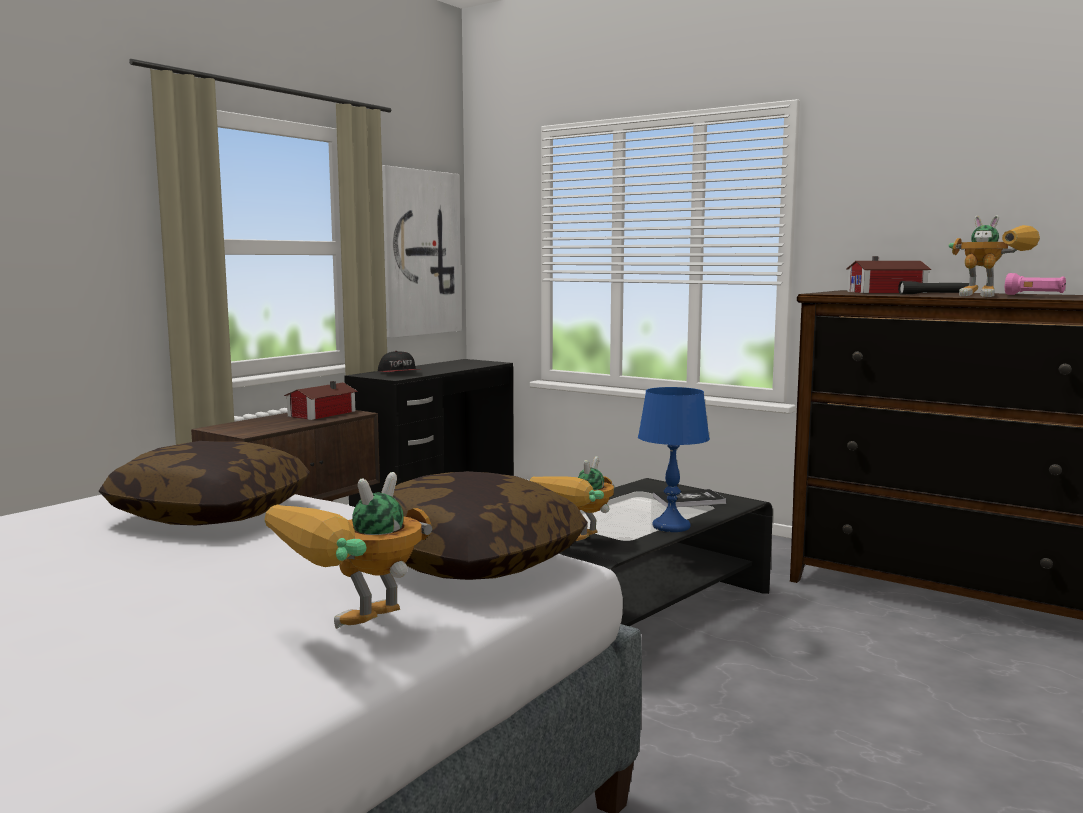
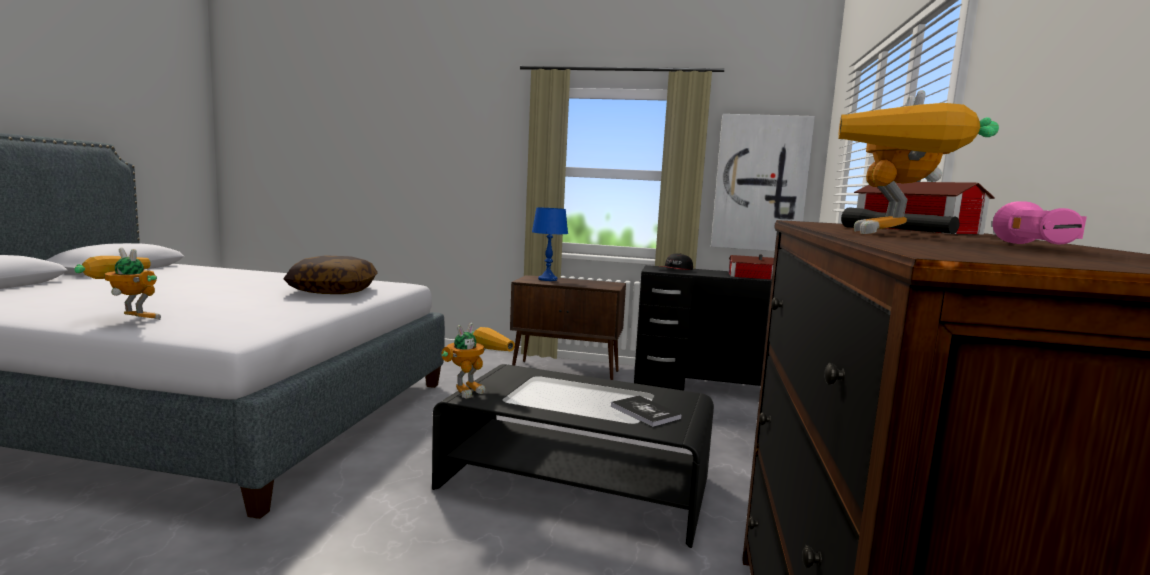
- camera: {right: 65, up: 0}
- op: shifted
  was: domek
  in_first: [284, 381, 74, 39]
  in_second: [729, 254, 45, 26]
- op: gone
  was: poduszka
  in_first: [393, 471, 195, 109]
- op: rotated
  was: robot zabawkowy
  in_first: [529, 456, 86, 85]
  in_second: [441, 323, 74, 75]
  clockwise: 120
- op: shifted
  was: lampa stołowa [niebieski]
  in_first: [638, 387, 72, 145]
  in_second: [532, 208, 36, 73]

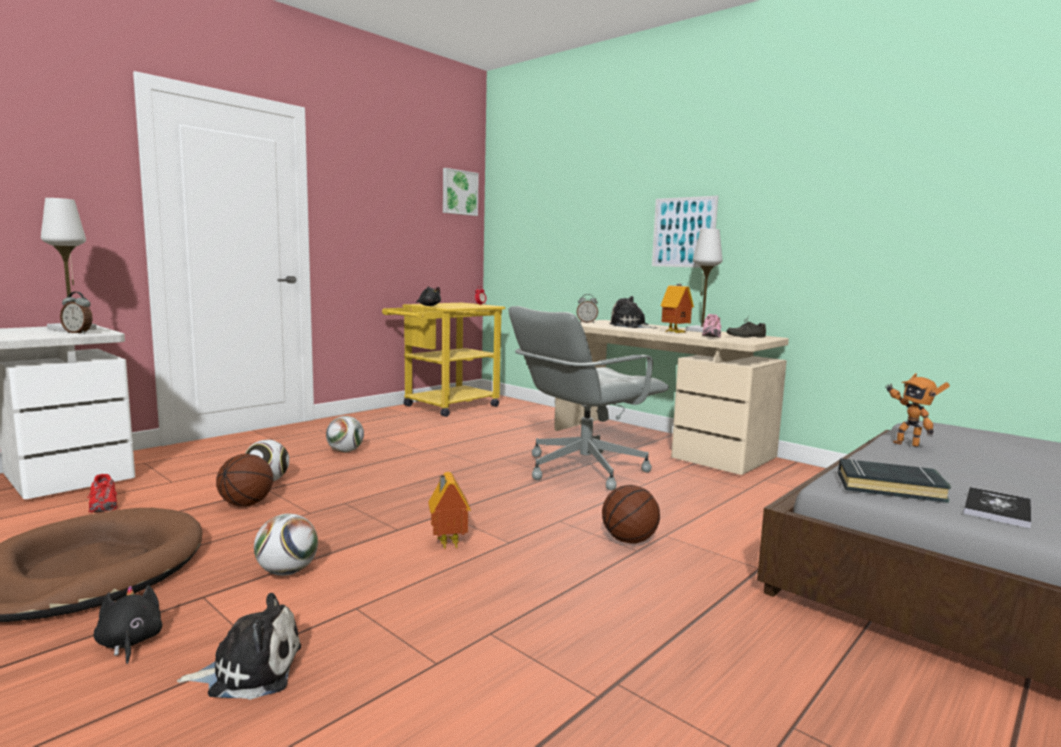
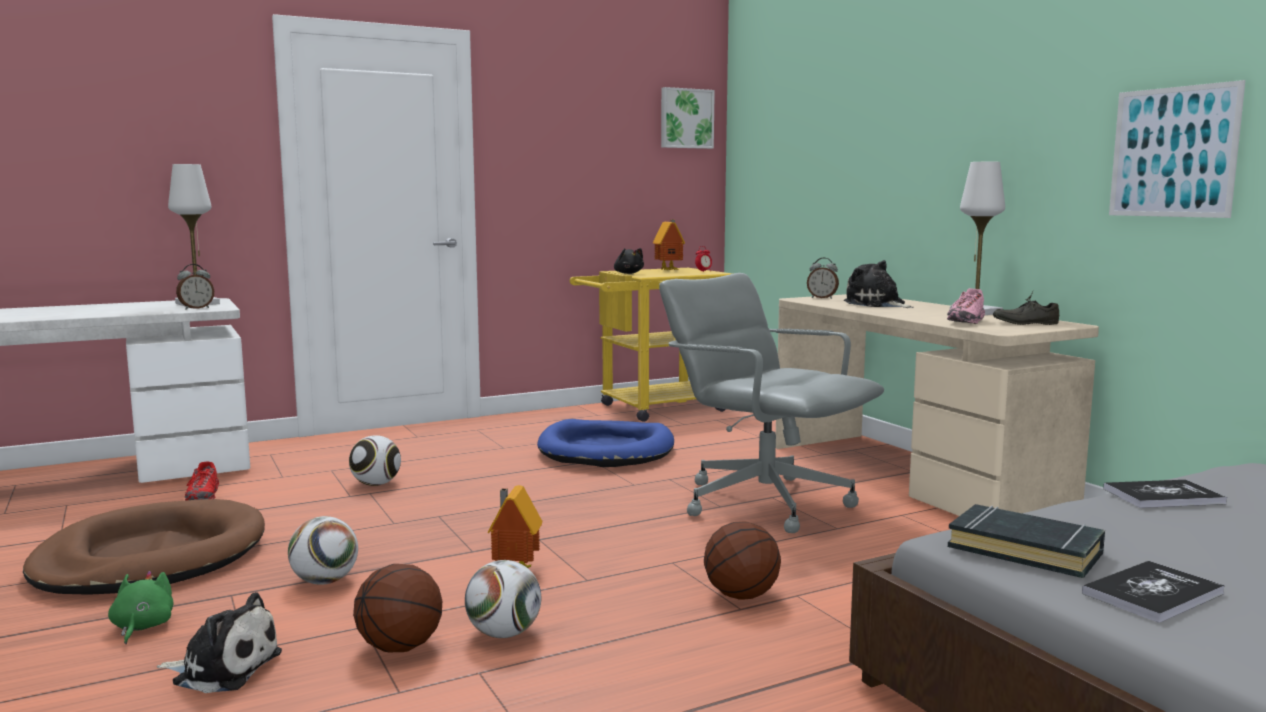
- camera: {right: 20, up: 0}
- op: rotated
  was: budzik
  in_first: [60, 292, 33, 42]
  in_second: [176, 264, 38, 46]
  clockwise: -75
- op: repainted
  was: pluszak [czarny]
  now: pluszak [zielony]
  in_first: [94, 585, 68, 79]
  in_second: [108, 571, 65, 73]
- op: shifted
  was: piłka do koszykówki
  in_first: [216, 454, 57, 52]
  in_second: [353, 564, 89, 88]
- op: shifted
  was: piłka futbolowa
  in_first: [326, 416, 38, 37]
  in_second: [465, 560, 76, 78]
- op: rotated
  was: krzesło biurowe [szary]
  in_first: [509, 306, 160, 184]
  in_second: [659, 273, 225, 260]
  clockwise: 60
- op: shifted
  was: obraz
  in_first: [652, 196, 66, 72]
  in_second: [1109, 80, 137, 138]
- op: shifted
  was: domek
  in_first: [660, 284, 34, 49]
  in_second: [653, 220, 32, 50]
- op: swapped
  was: robot zabawkowy
  now: książka
  in_first: [885, 373, 65, 74]
  in_second: [1103, 480, 124, 28]
- op: new
  now: legowisko [niebieski]
  in_second: [537, 419, 137, 48]

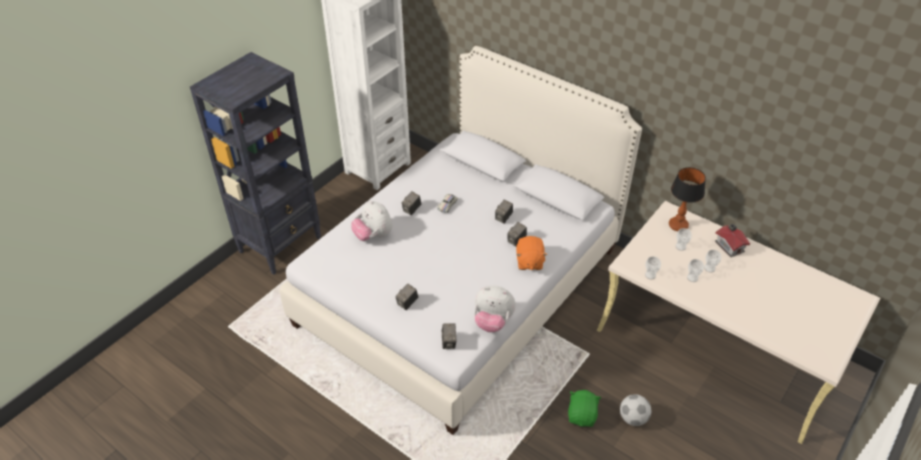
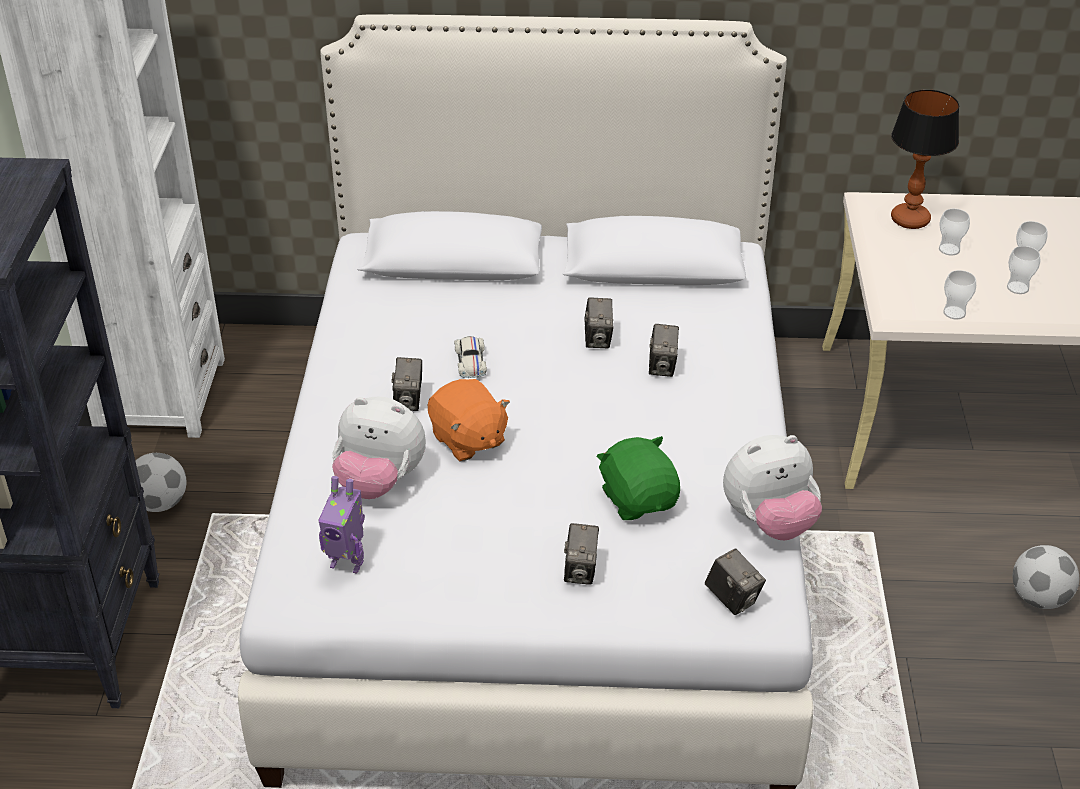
- camera: {right: -35, up: -5}
- op: shifted
  was: pluszak [pomarańczowy]
  in_first: [516, 236, 31, 34]
  in_second: [428, 379, 82, 82]
- op: shifted
  was: pluszak [zielony]
  in_first: [568, 390, 33, 37]
  in_second: [596, 436, 84, 84]
- op: gone
  was: domek
  in_first: [715, 224, 35, 33]
- op: new
  now: piłka futbolowa
  in_second: [135, 453, 51, 59]
- op: new
  now: robot zabawkowy
  in_second: [318, 476, 47, 98]

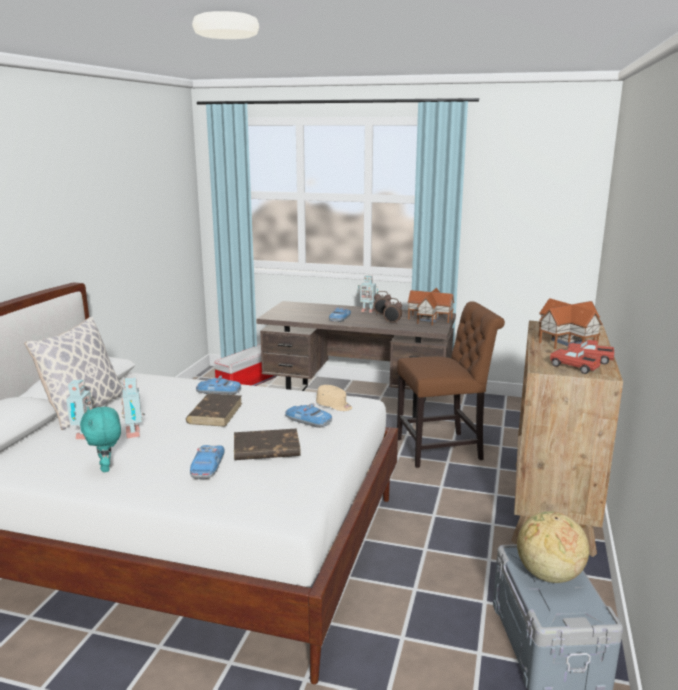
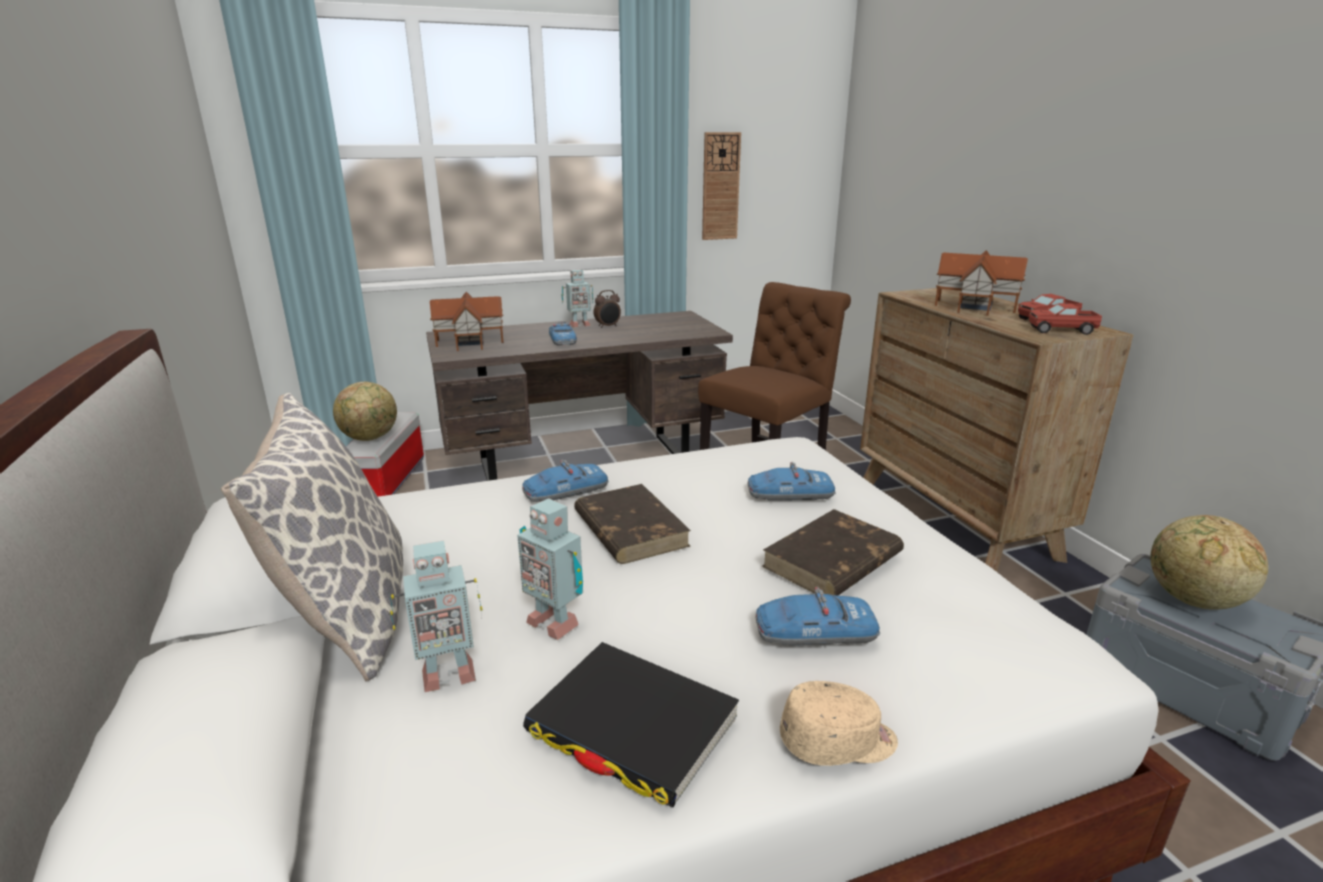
- camera: {right: -35, up: 5}
- op: rotated
  was: robot zabawkowy
  in_first: [66, 380, 27, 59]
  in_second: [389, 540, 94, 152]
  clockwise: 105
- op: swapped
  was: pluszak [turkusowy]
  now: książka [czarny]
  in_first: [80, 407, 41, 65]
  in_second: [523, 642, 216, 166]
- op: rotated
  was: samochodzik
  in_first: [190, 445, 35, 35]
  in_second: [755, 586, 125, 60]
  clockwise: 120
- op: shifted
  was: czapka z daszkiem [beżowy]
  in_first: [316, 385, 36, 26]
  in_second: [780, 681, 118, 85]
- op: gone
  was: budzik
  in_first: [383, 298, 19, 25]
- op: shifted
  was: domek
  in_first: [407, 288, 47, 38]
  in_second: [430, 292, 74, 59]
- op: new
  now: globus
  in_second: [333, 382, 64, 59]
- op: new
  now: zegar ścienny
  in_second: [702, 132, 39, 108]

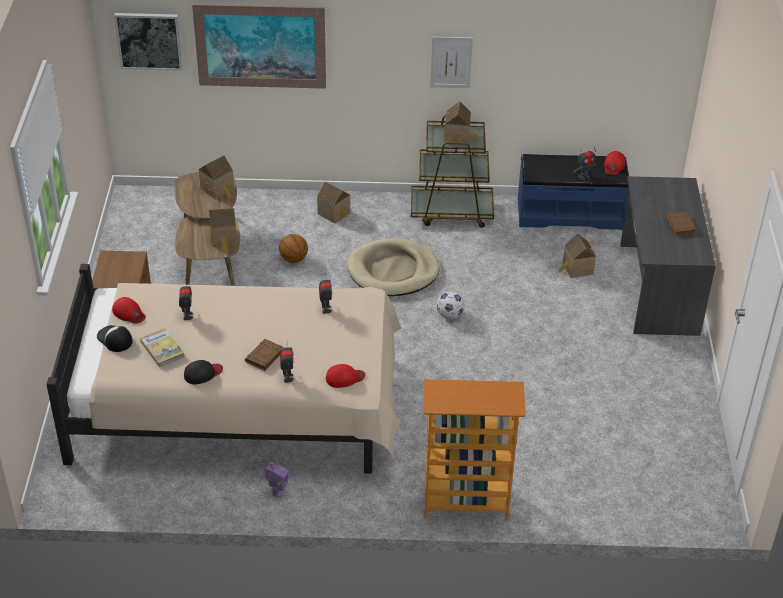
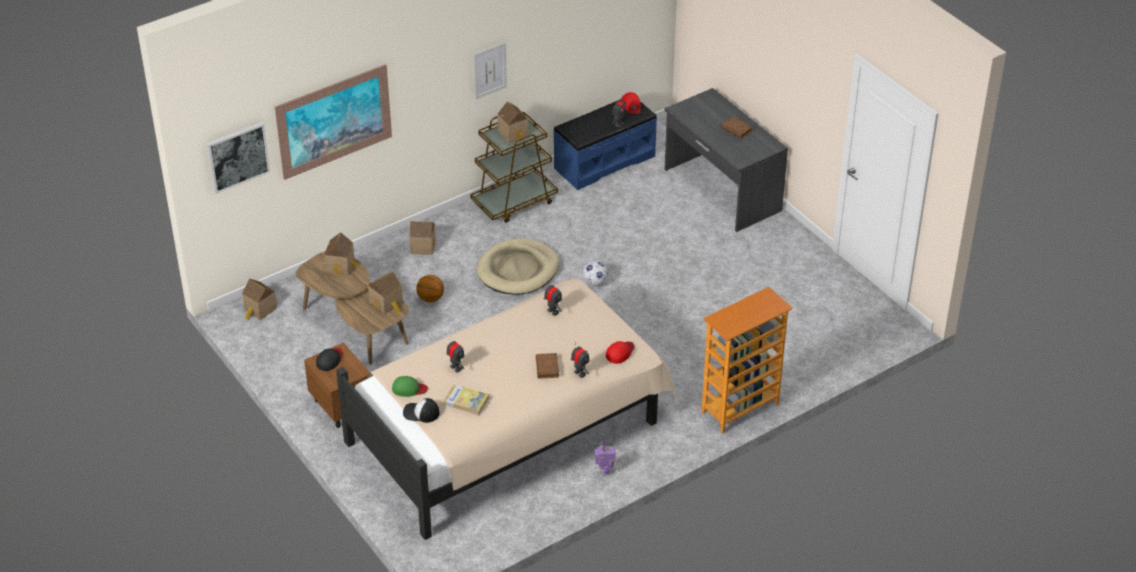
- camera: {right: -35, up: 0}
- op: repainted
  was: czapka z daszkiem [czerwony]
  now: czapka z daszkiem [zielony]
  in_first: [112, 297, 34, 27]
  in_second: [392, 376, 36, 21]
- op: shifted
  was: czapka z daszkiem [czarny]
  in_first: [184, 360, 39, 24]
  in_second: [316, 348, 27, 23]
- op: shifted
  was: domek
  in_first: [558, 234, 38, 44]
  in_second: [242, 279, 35, 41]

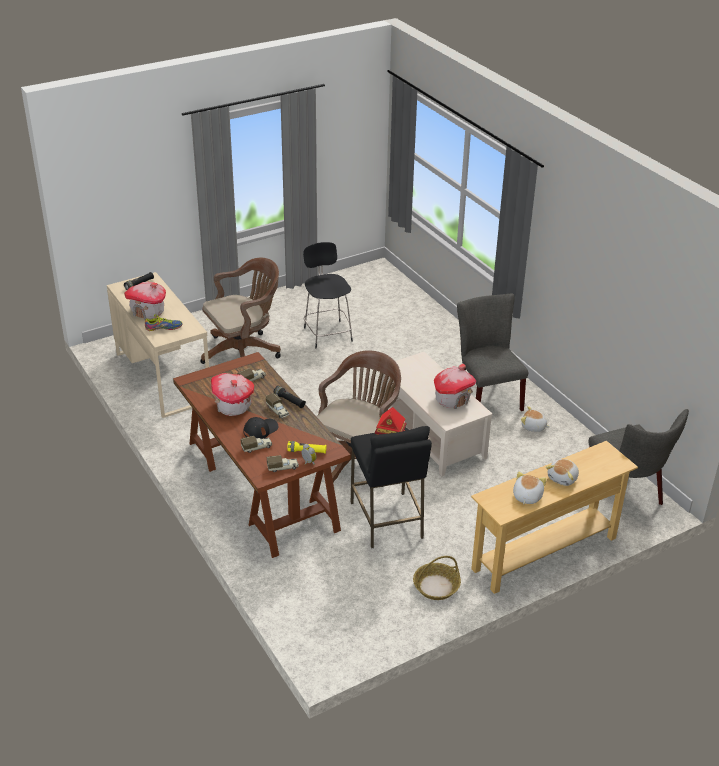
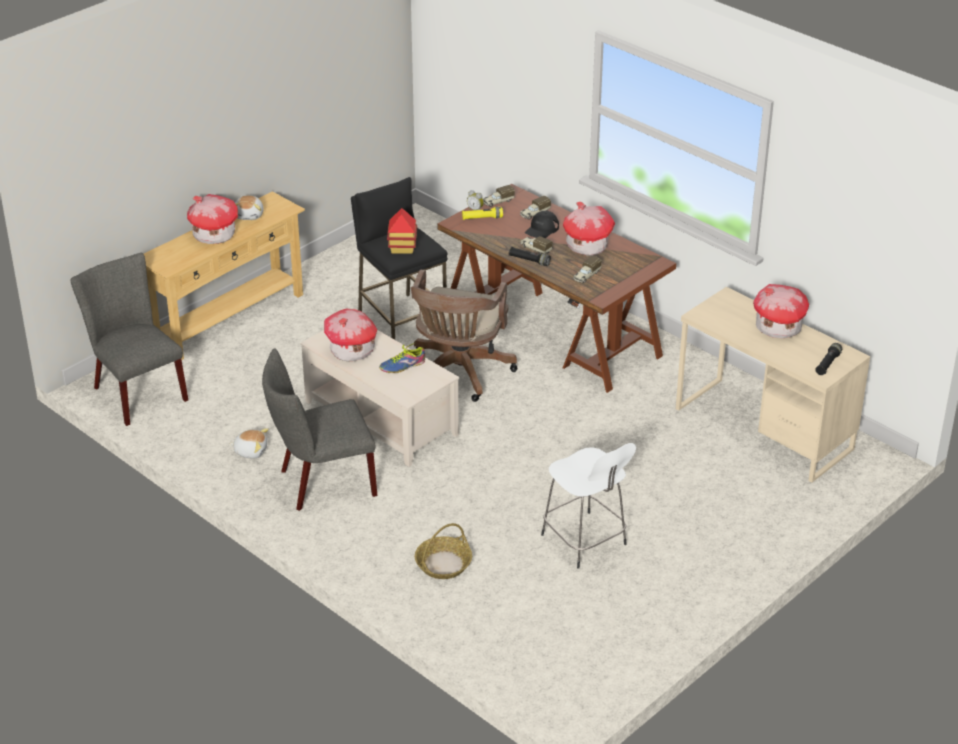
- camera: {right: 165, up: 0}
- op: shifted
  was: but
  in_first: [145, 314, 38, 17]
  in_second: [379, 342, 46, 31]
- op: gone
  was: krzesło biurowe [brązowy]
  in_first: [200, 258, 81, 106]
- op: repainted
  was: stołek [czarny]
  now: stołek [biały]
  in_first: [303, 242, 50, 107]
  in_second: [541, 443, 95, 126]
- op: shifted
  was: koszyk
  in_first: [413, 556, 48, 44]
  in_second: [415, 523, 57, 56]
- op: rotated
  was: krzesło [szary]
  in_first: [457, 293, 72, 118]
  in_second: [262, 348, 115, 163]
  clockwise: 105
- op: swapped
  was: pluszak
  now: domek
  in_first: [546, 459, 33, 27]
  in_second: [187, 194, 51, 50]

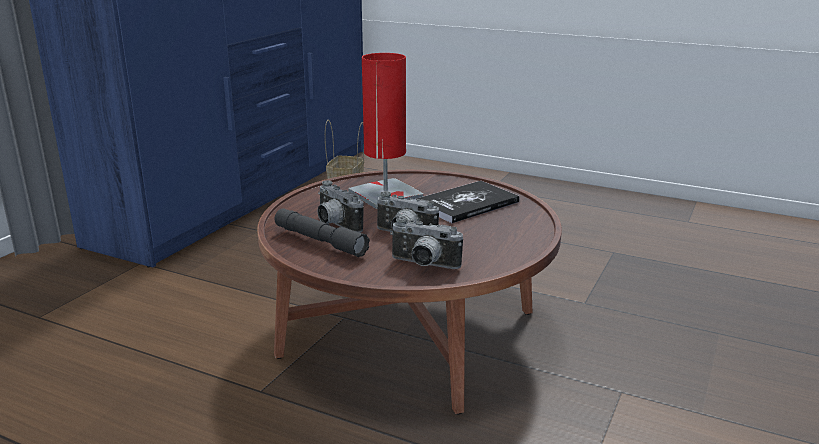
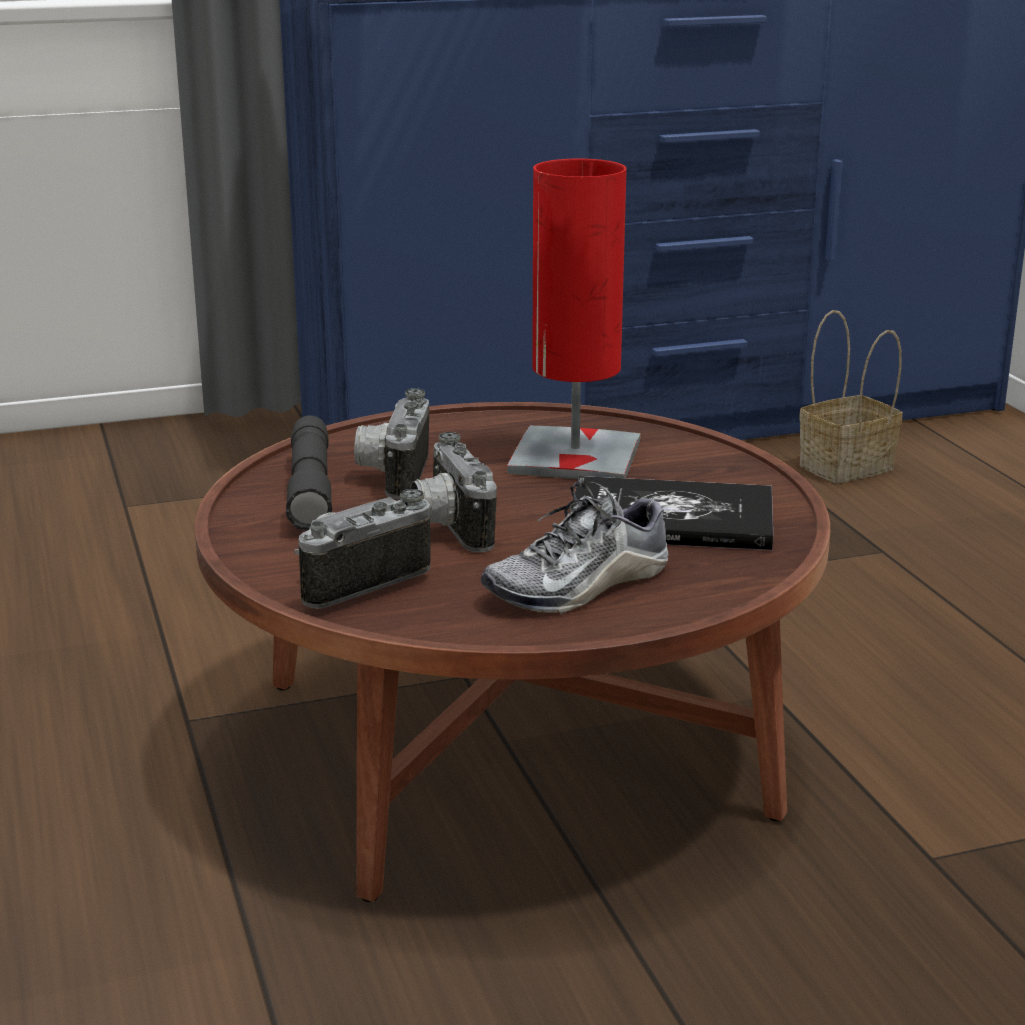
- camera: {right: 45, up: 0}
- op: rotated
  was: aparat fotograficzny
  in_first: [390, 217, 73, 52]
  in_second: [294, 489, 137, 120]
  clockwise: 75
- op: new
  now: but
  in_second: [481, 479, 187, 135]

